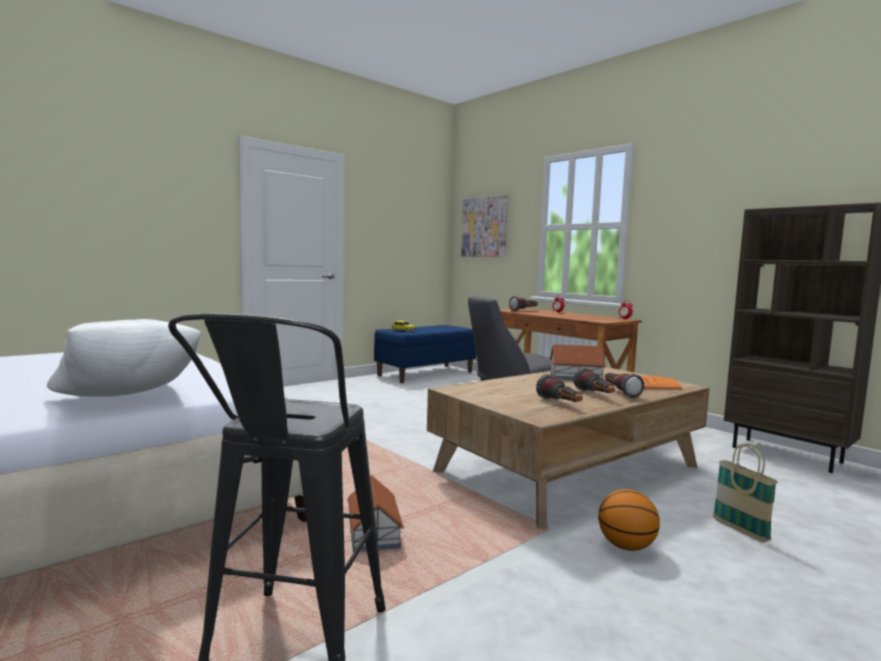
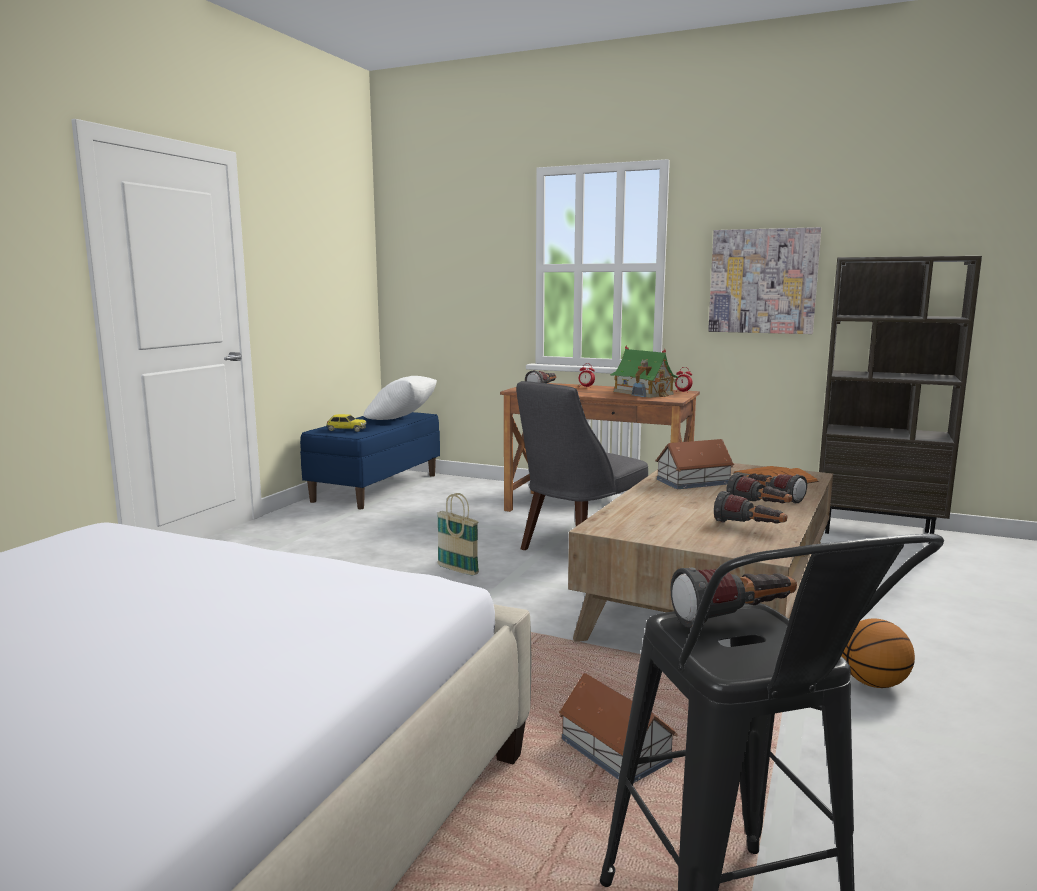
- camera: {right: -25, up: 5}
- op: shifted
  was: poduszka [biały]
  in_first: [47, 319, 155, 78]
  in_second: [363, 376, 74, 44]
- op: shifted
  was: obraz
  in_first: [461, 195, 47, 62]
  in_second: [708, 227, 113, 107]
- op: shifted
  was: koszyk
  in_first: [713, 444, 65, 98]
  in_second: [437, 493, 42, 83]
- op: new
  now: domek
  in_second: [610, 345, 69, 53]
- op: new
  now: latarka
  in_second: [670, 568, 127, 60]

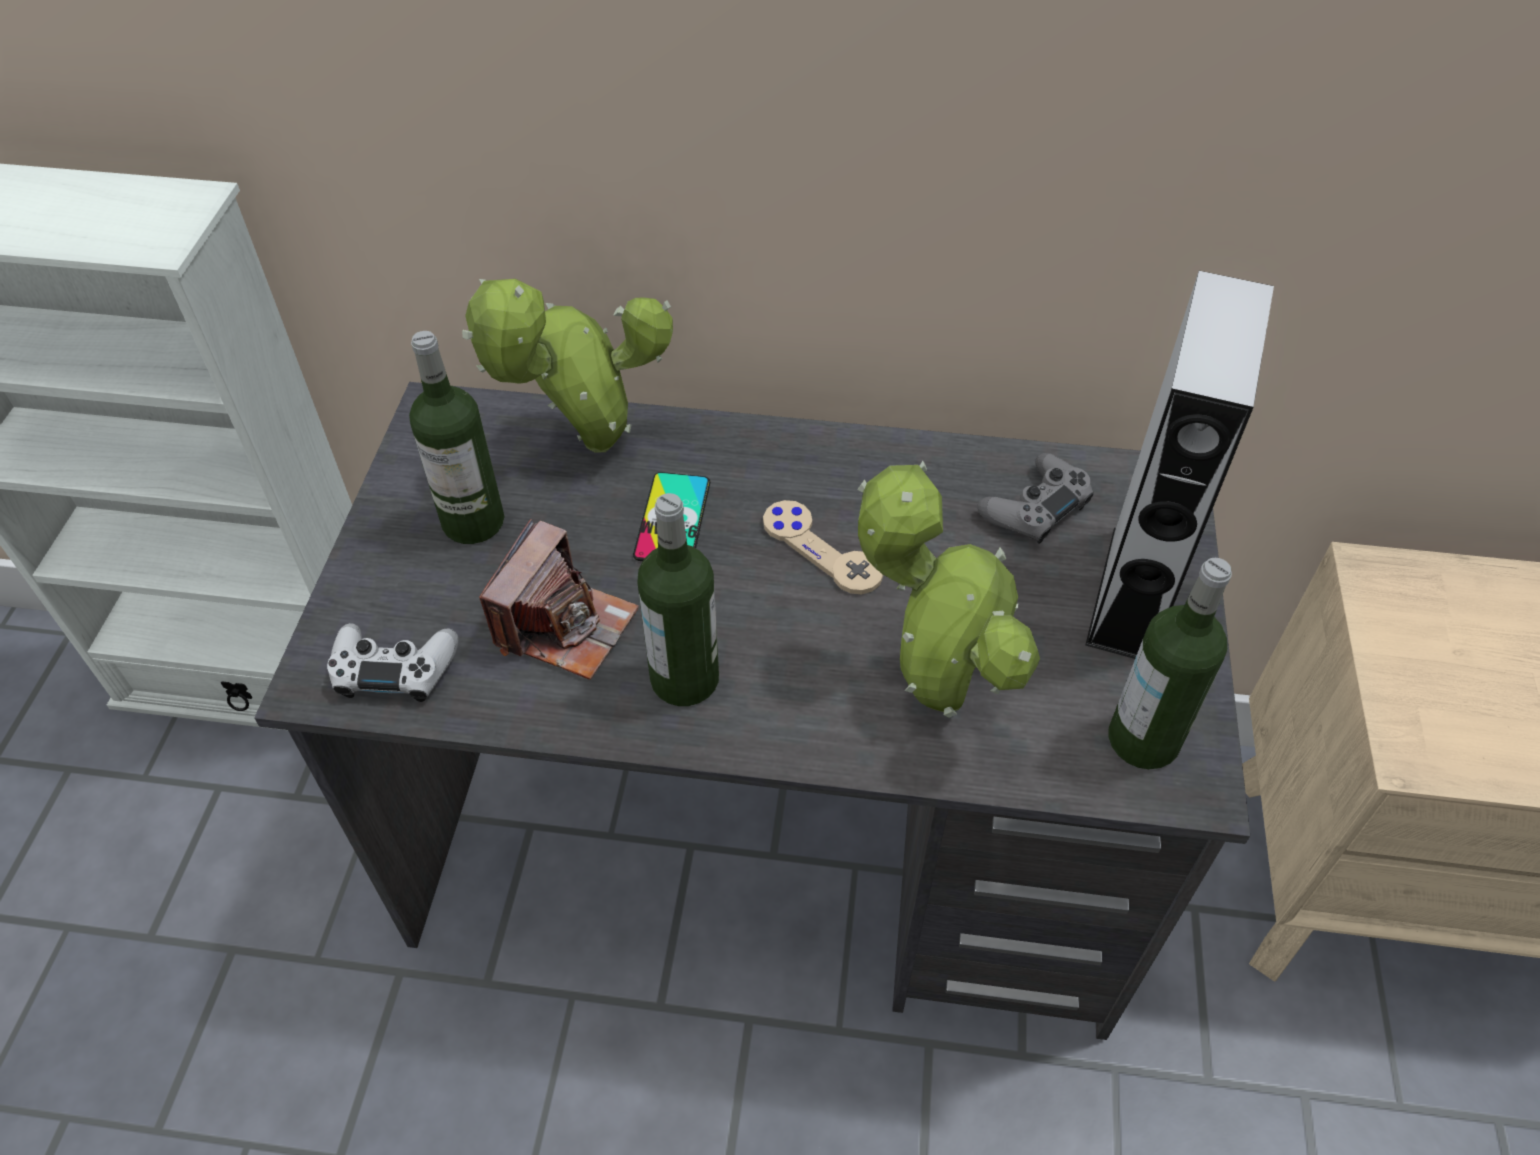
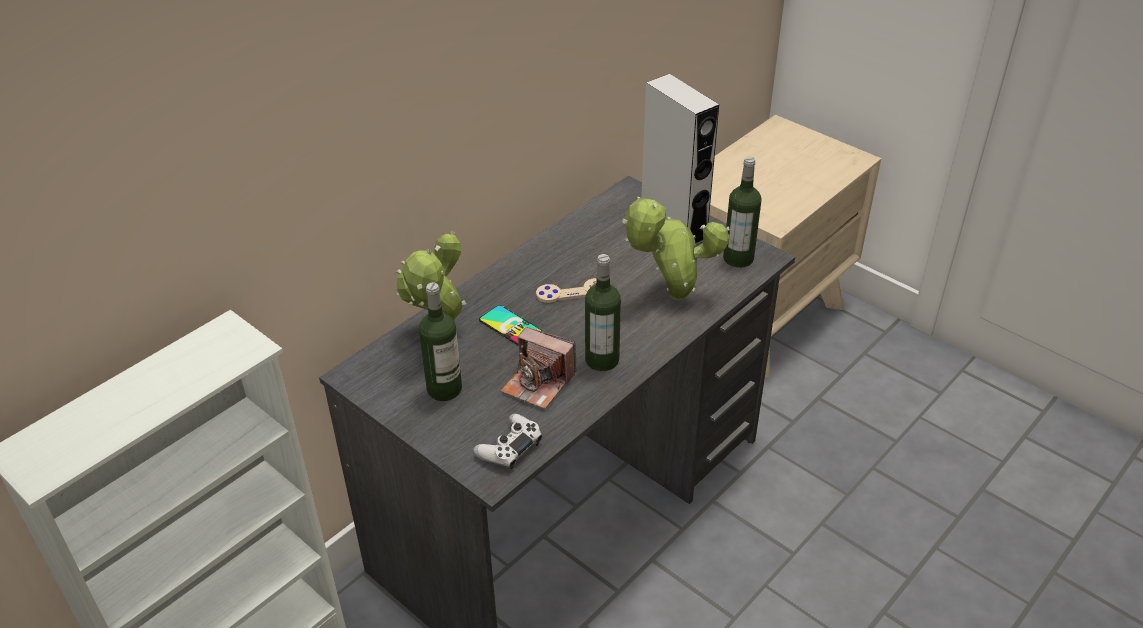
- camera: {right: -55, up: -10}
- op: rotated
  was: aparat fotograficzny
  in_first: [479, 519, 160, 161]
  in_second: [501, 327, 76, 82]
  clockwise: 150
- op: gone
  was: pad do gier [szary]
  in_first: [977, 453, 117, 91]

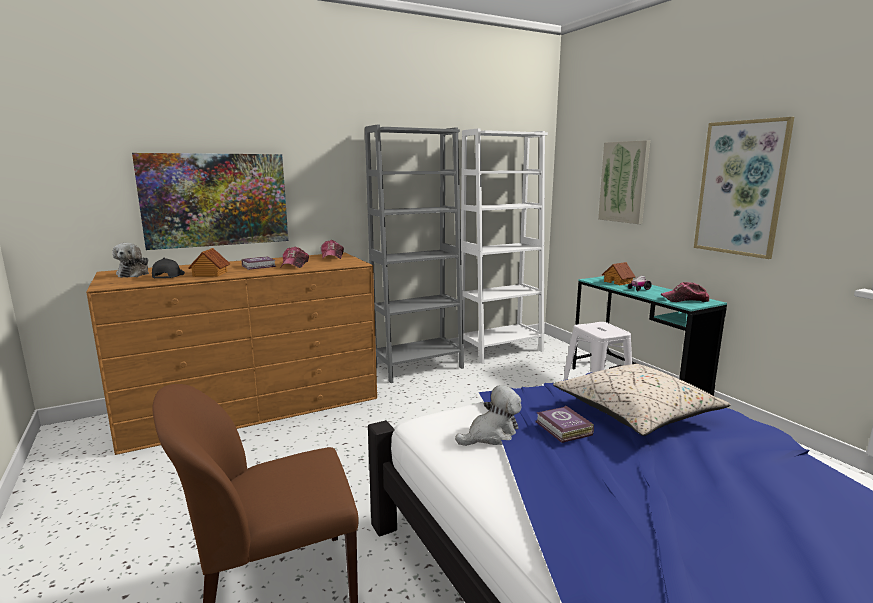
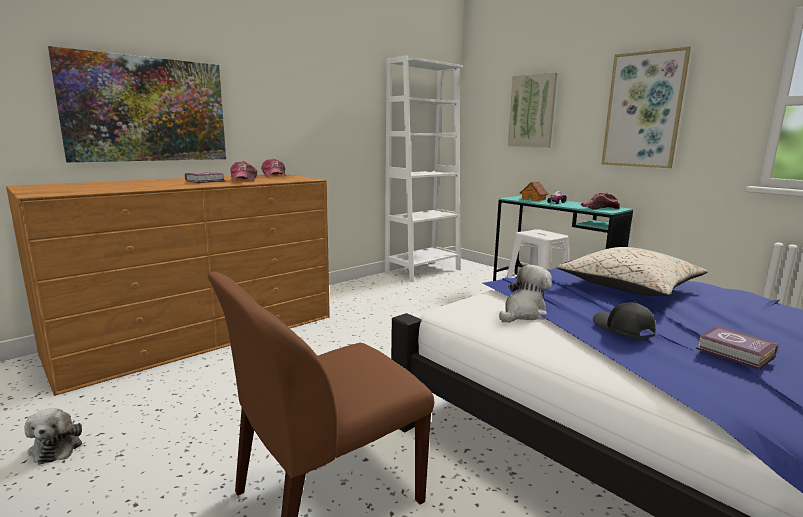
- camera: {right: -15, up: 0}
- op: shifted
  was: pluszak
  in_first: [113, 243, 36, 35]
  in_second: [24, 408, 58, 56]
- op: shifted
  was: czapka z daszkiem [czarny]
  in_first: [152, 258, 33, 20]
  in_second: [593, 301, 63, 38]
- op: gone
  was: domek
  in_first: [188, 248, 42, 29]
- op: gone
  was: regał [szary]
  in_first: [365, 125, 99, 258]
- op: shifted
  was: książka
  in_first: [536, 405, 58, 38]
  in_second: [696, 326, 83, 44]

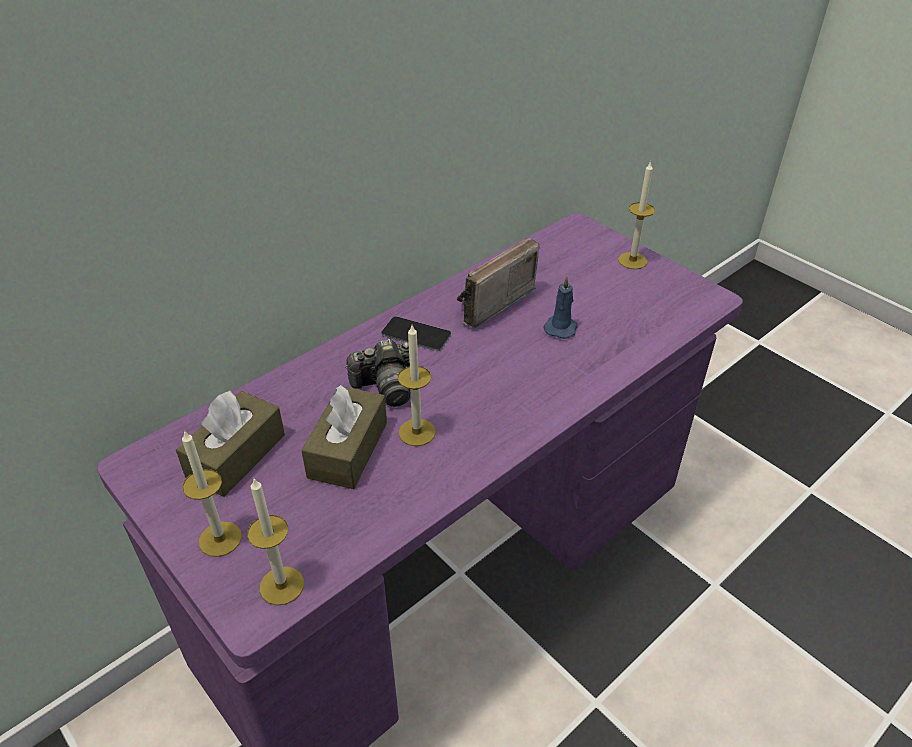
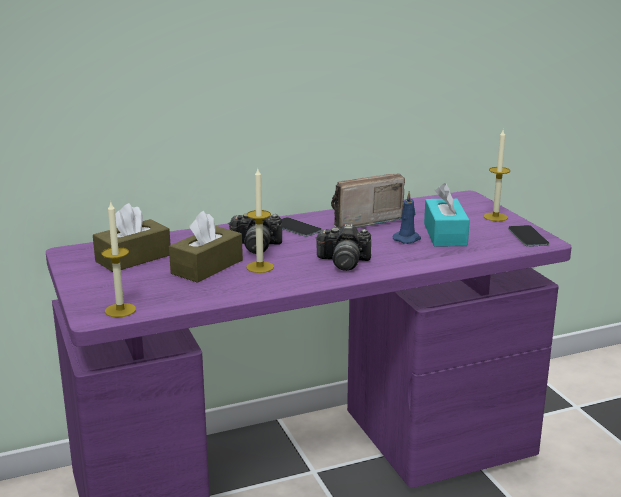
- camera: {right: 20, up: -20}
- op: gone
  was: świeca
  in_first: [182, 430, 60, 127]
- op: new
  now: aparat fotograficzny
  in_second: [315, 223, 56, 48]
- op: new
  now: pudełko chusteczek [turkusowy]
  in_second: [424, 183, 46, 64]
- op: new
  now: telefon
  in_second: [508, 225, 41, 22]

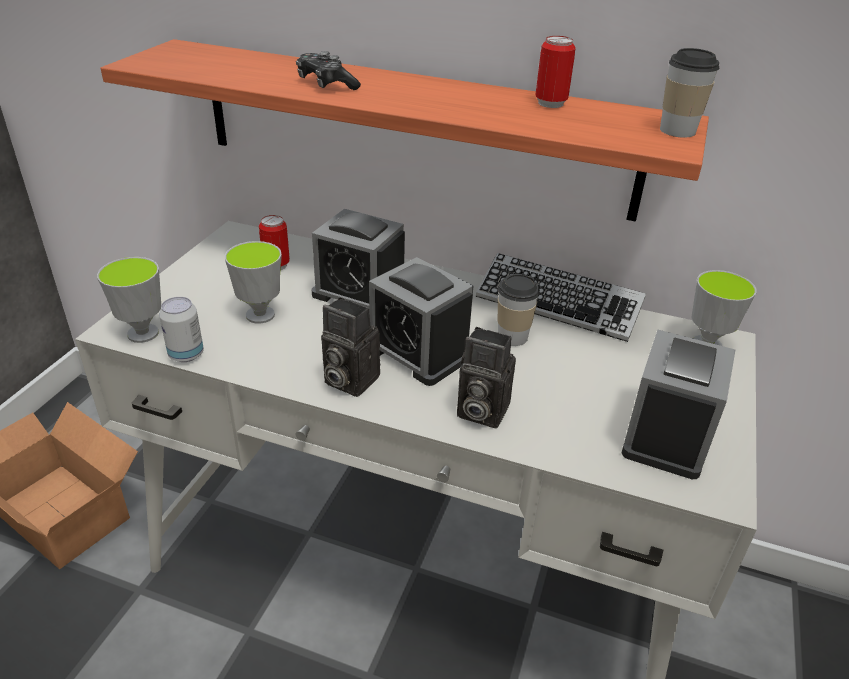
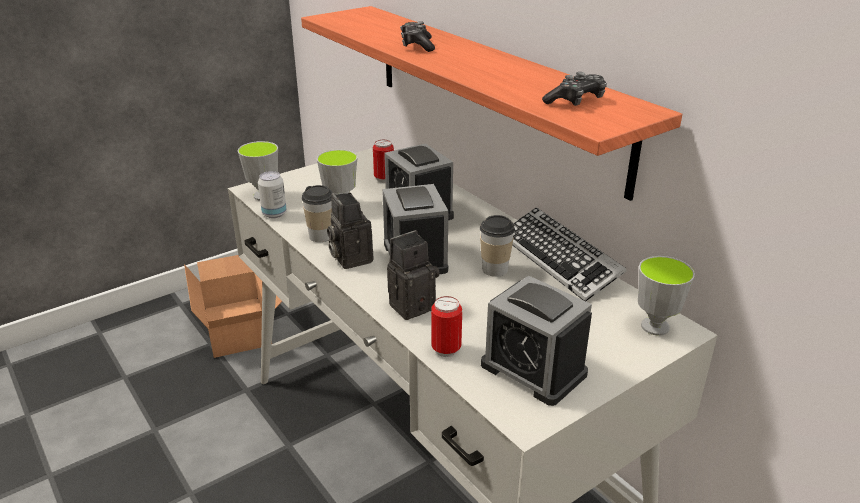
- camera: {right: 35, up: -5}
- op: rotated
  was: aparat fotograficzny
  in_first: [457, 327, 59, 101]
  in_second: [387, 230, 53, 90]
  clockwise: 90
- op: shifted
  was: puszka
  in_first: [535, 36, 41, 72]
  in_second: [431, 296, 31, 61]
- op: rotated
  was: budzik
  in_first: [621, 330, 114, 149]
  in_second: [481, 276, 111, 130]
  clockwise: -105
- op: shifted
  was: filiżanka
  in_first: [660, 48, 59, 90]
  in_second: [301, 185, 32, 57]
- op: new
  now: pad do gier
  in_second: [542, 72, 65, 34]

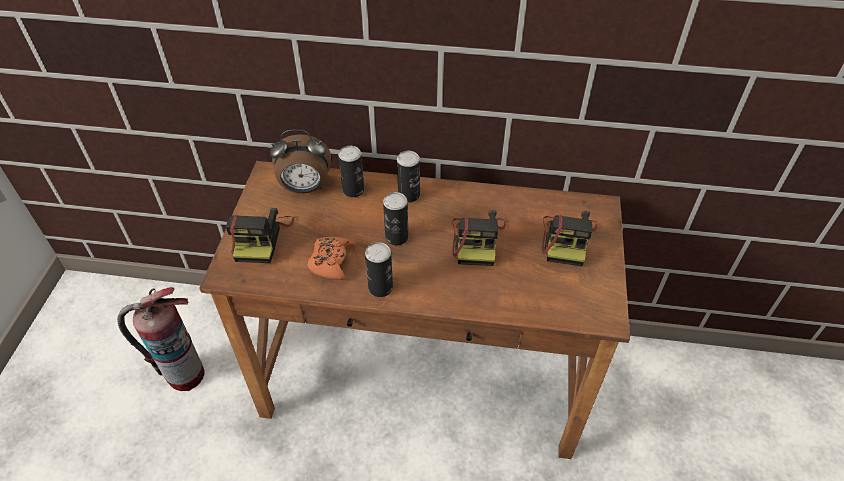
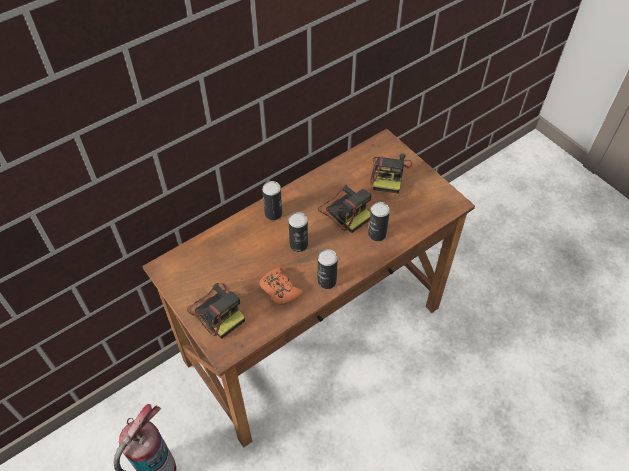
- camera: {right: -45, up: 5}
- op: gone
  was: budzik
  in_first: [270, 129, 61, 64]
- op: shifted
  was: puszka
  in_first: [338, 146, 26, 51]
  in_second: [368, 202, 22, 39]
- op: rotated
  was: aparat fotograficzny
  in_first: [542, 211, 55, 55]
  in_second: [370, 153, 42, 41]
  clockwise: 45

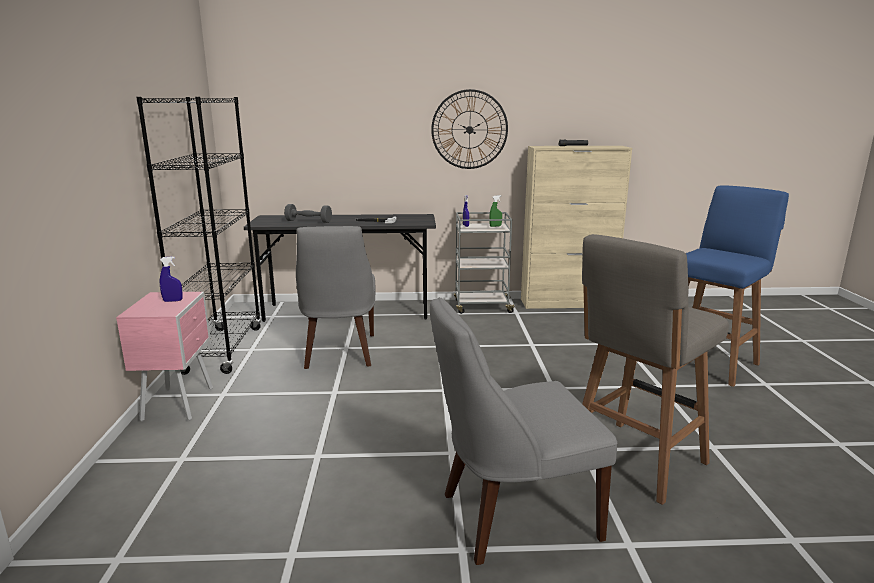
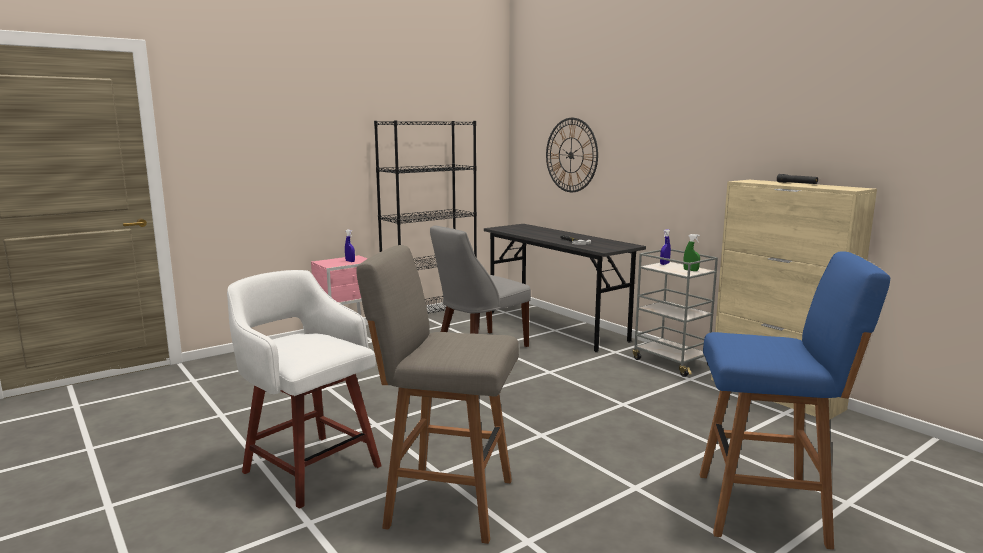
- camera: {right: 55, up: -5}
- op: gone
  was: hantel [szary]
  in_first: [284, 204, 48, 19]
- op: swapped
  was: krzesło [szary]
  now: stołek [biały]
  in_first: [430, 297, 187, 268]
  in_second: [227, 270, 155, 239]
- op: shifted
  was: zegar ścienny
  in_first: [431, 89, 77, 80]
  in_second: [546, 118, 52, 74]

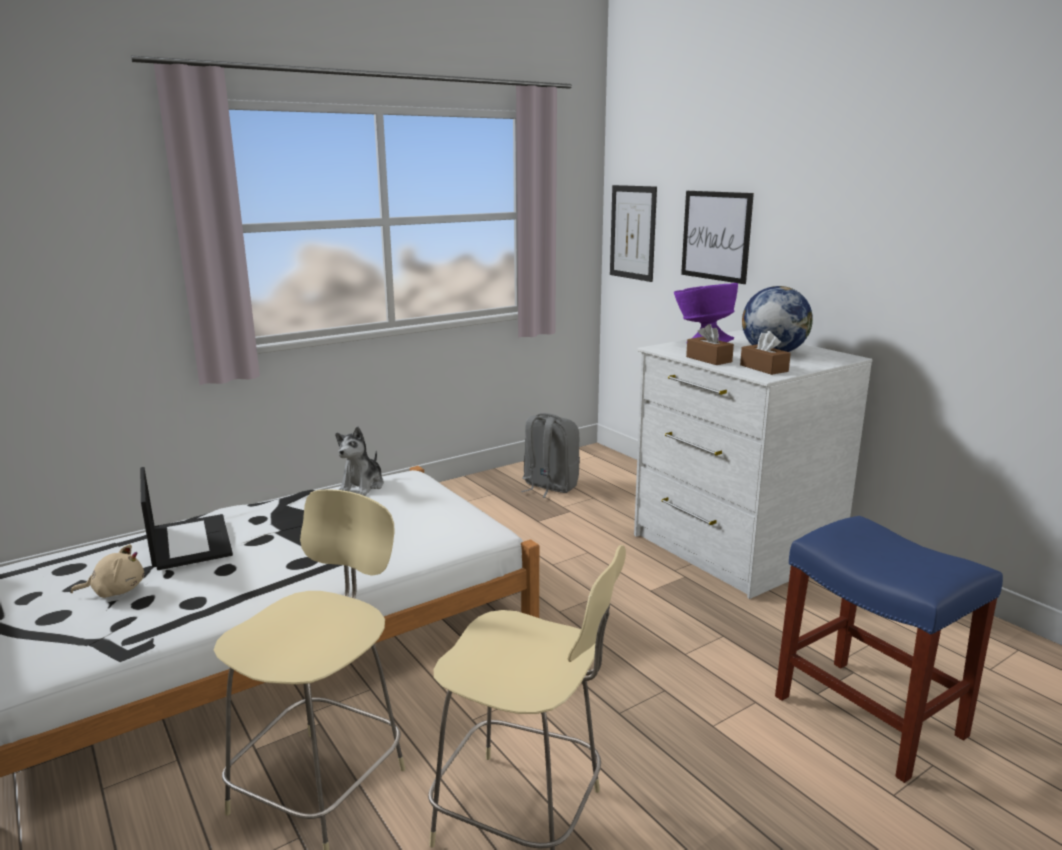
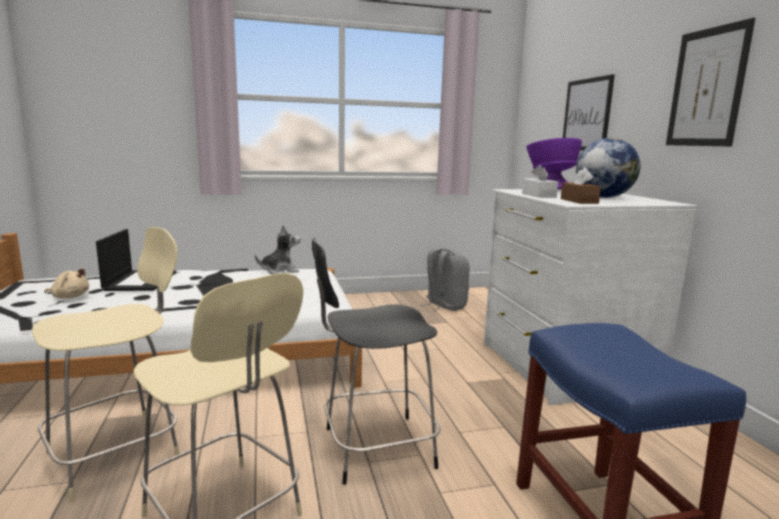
- camera: {right: 20, up: -5}
- op: rotated
  was: pluszak
  in_first: [336, 426, 48, 70]
  in_second: [255, 225, 45, 49]
  clockwise: -150
- op: shifted
  was: obraz
  in_first: [610, 185, 47, 97]
  in_second: [666, 18, 89, 129]
- op: repainted
  was: pudełko chusteczek [brązowy]
  now: pudełko chusteczek [biały]
  in_first: [686, 324, 48, 41]
  in_second: [522, 165, 36, 33]
- op: new
  now: krzesło [czarny]
  in_second: [312, 238, 128, 247]

